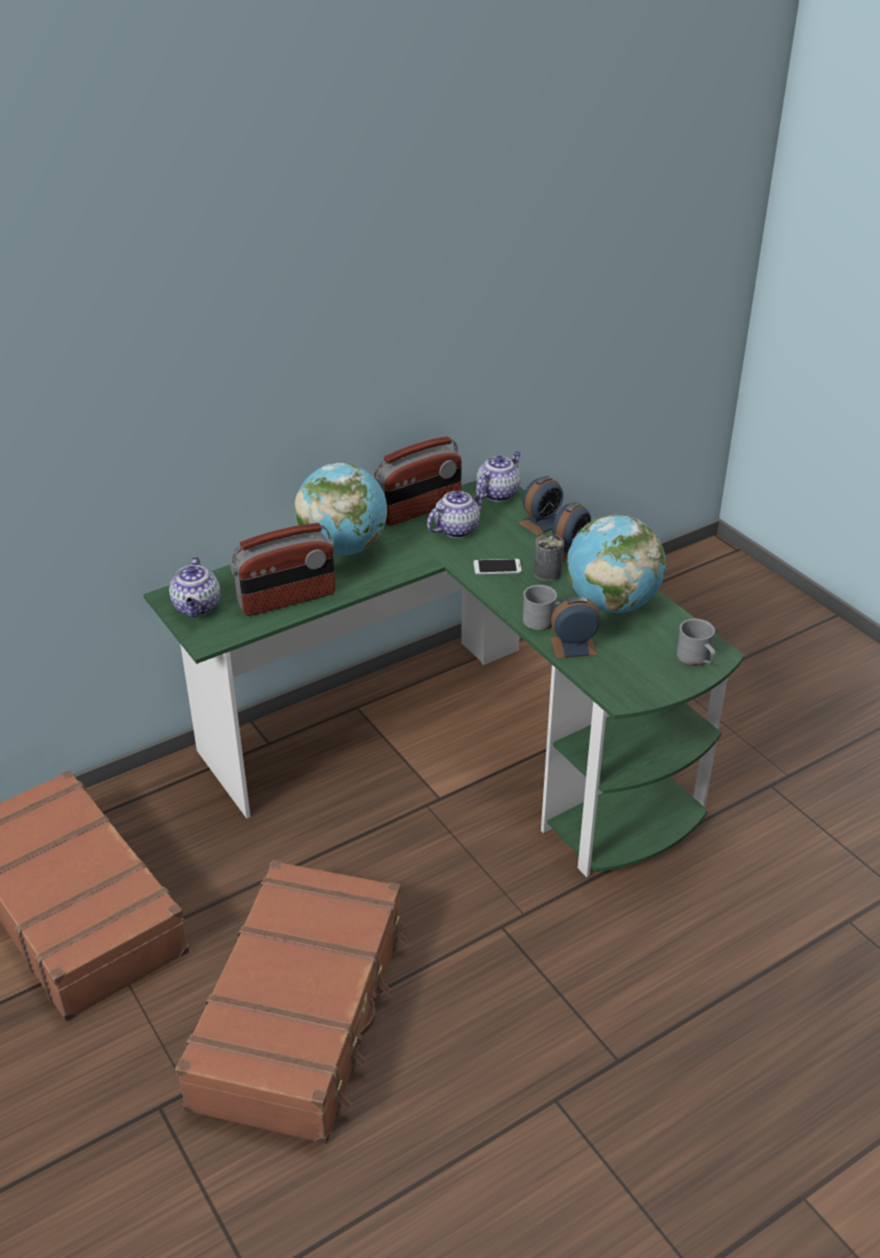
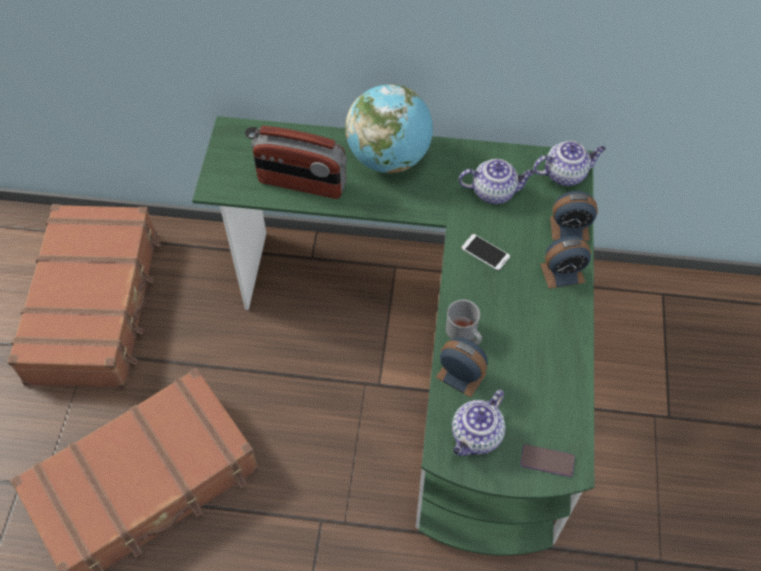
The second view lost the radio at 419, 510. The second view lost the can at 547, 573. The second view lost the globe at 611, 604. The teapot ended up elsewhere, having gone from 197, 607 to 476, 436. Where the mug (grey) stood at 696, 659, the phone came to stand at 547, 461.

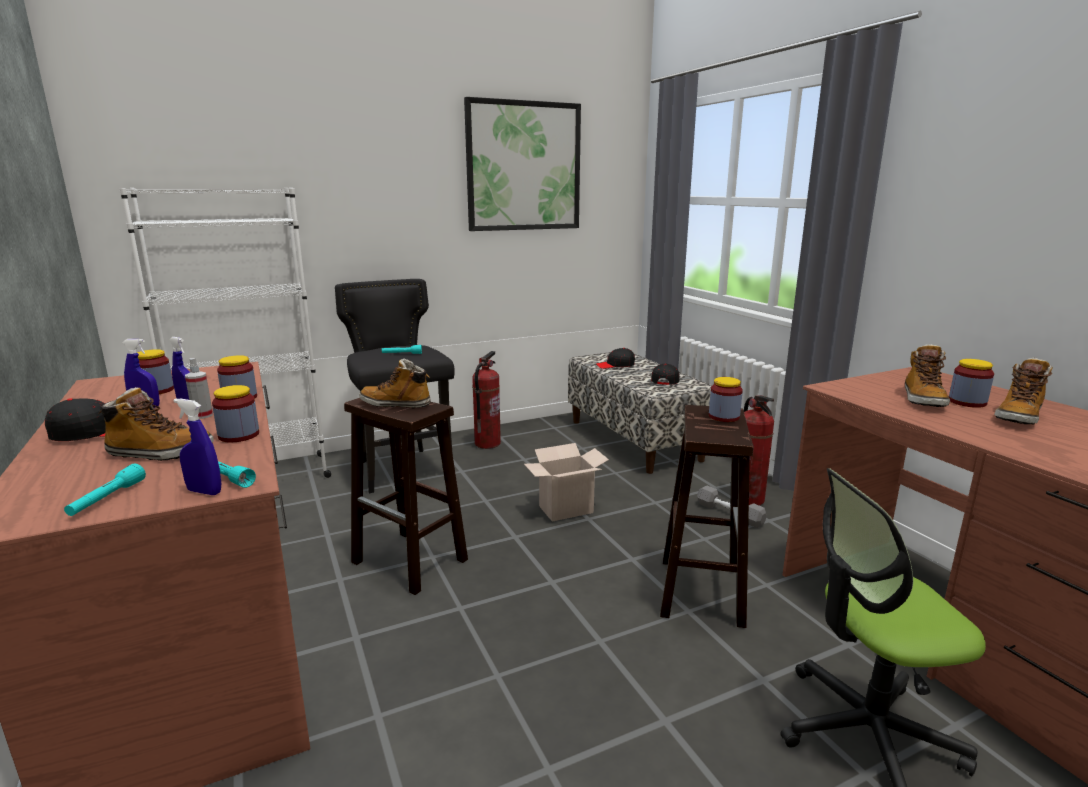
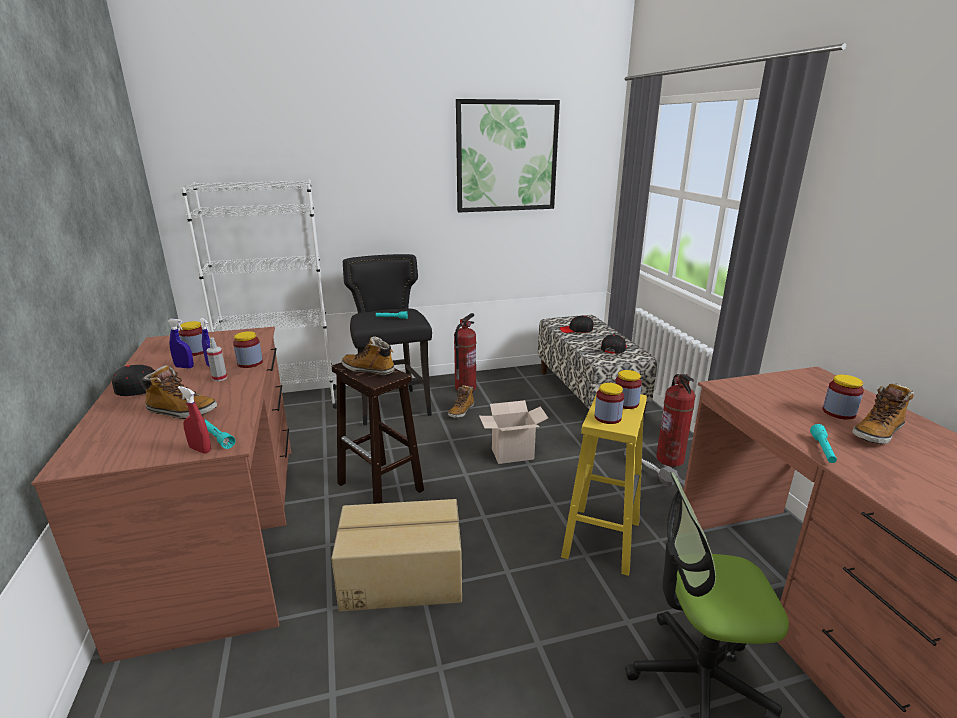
The second view gained the cardboard box at 401, 576. The flashlight (turquoise) ended up elsewhere, having gone from 107, 499 to 822, 450. The jar ended up elsewhere, having gone from 239, 435 to 607, 417. The boot ended up elsewhere, having gone from 923, 399 to 461, 411. What was the spray bottle (blue) at 204, 492 turned into the spray bottle (red) at 200, 449. What was the stool (brown) at 700, 590 turned into the stool (yellow) at 601, 538.

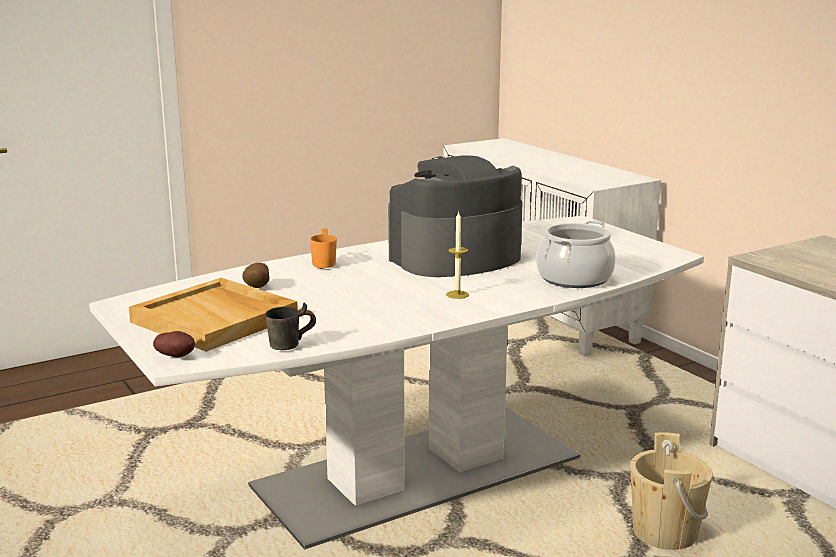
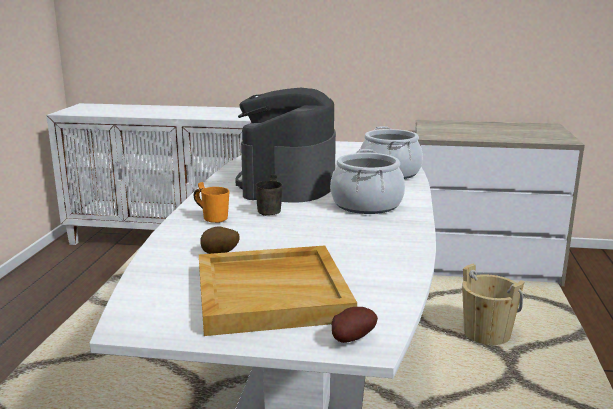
The mug (grey) ended up elsewhere, having gone from 292, 347 to 273, 211. Where the candle stood at 457, 294, the cooking pot came to stand at 367, 204.

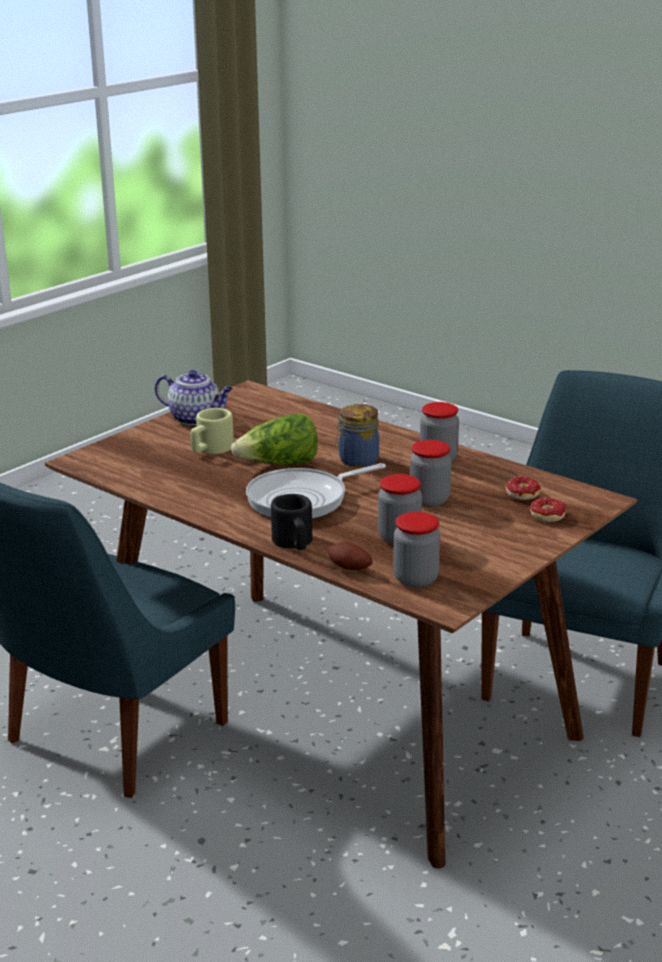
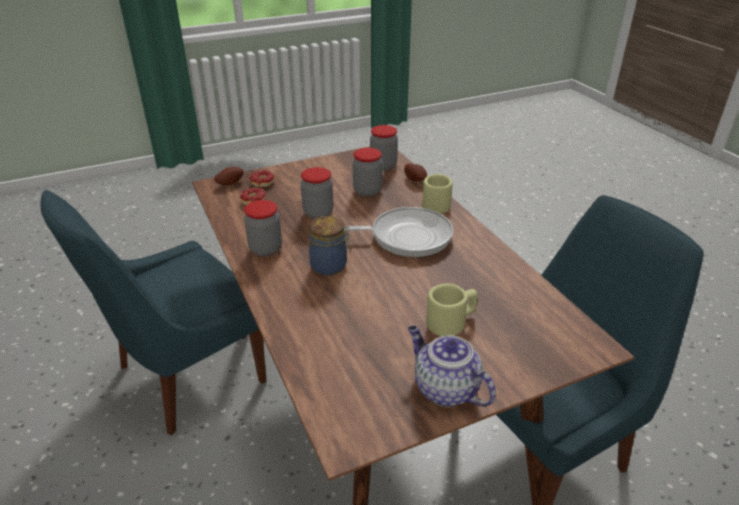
The second view lost the lettuce at 279, 464. The second view gained the potato at 229, 183. What was the mug (black) at 294, 543 turned into the mug (beige) at 436, 203.

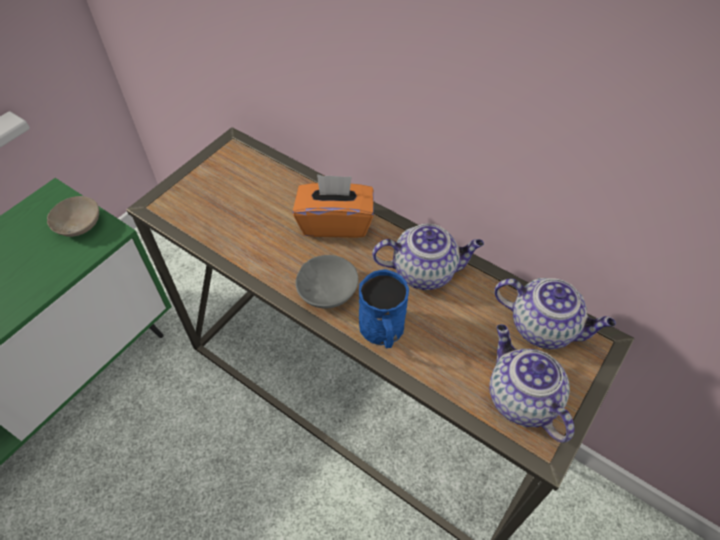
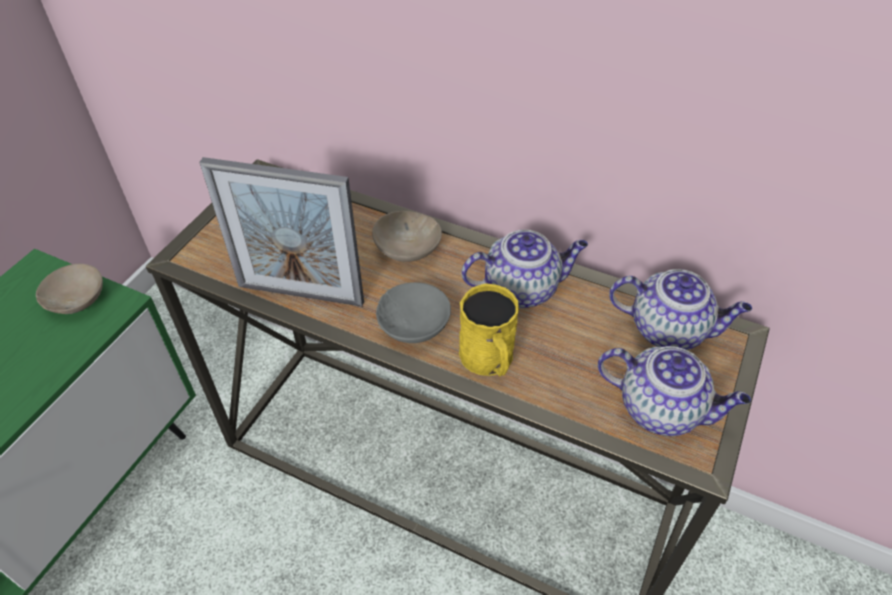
The second view gained the picture frame at 300, 294. Where the tissue box (orange) stood at 335, 223, the bowl (beige) came to stand at 405, 249. What was the mug (blue) at 383, 331 turned into the mug (yellow) at 489, 360. The teapot at 520, 398 ended up facing another way, 150 degrees clockwise from before.

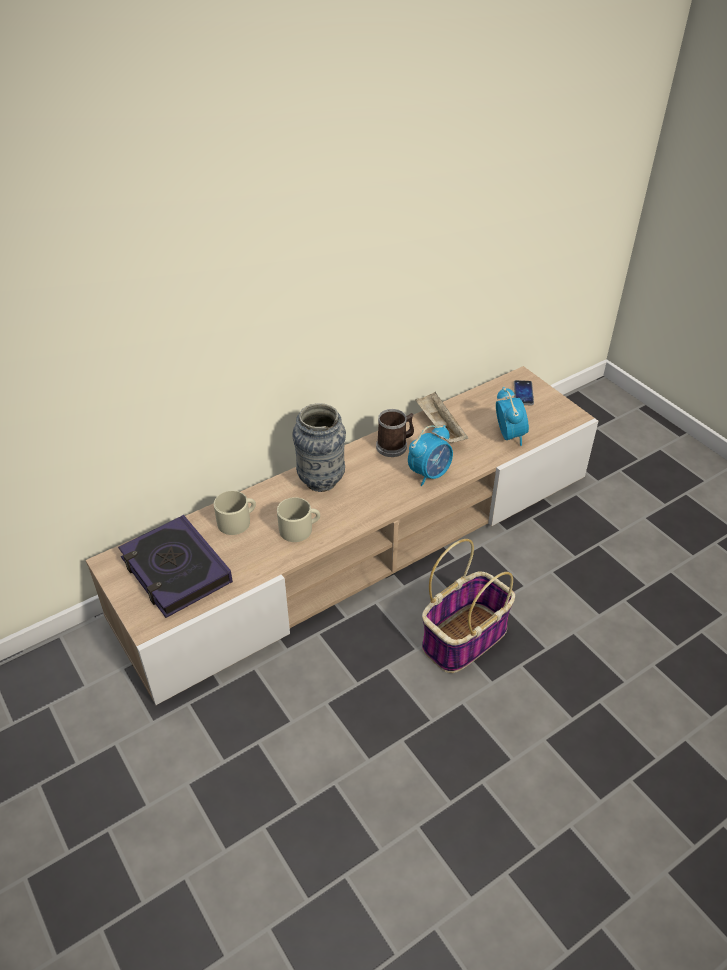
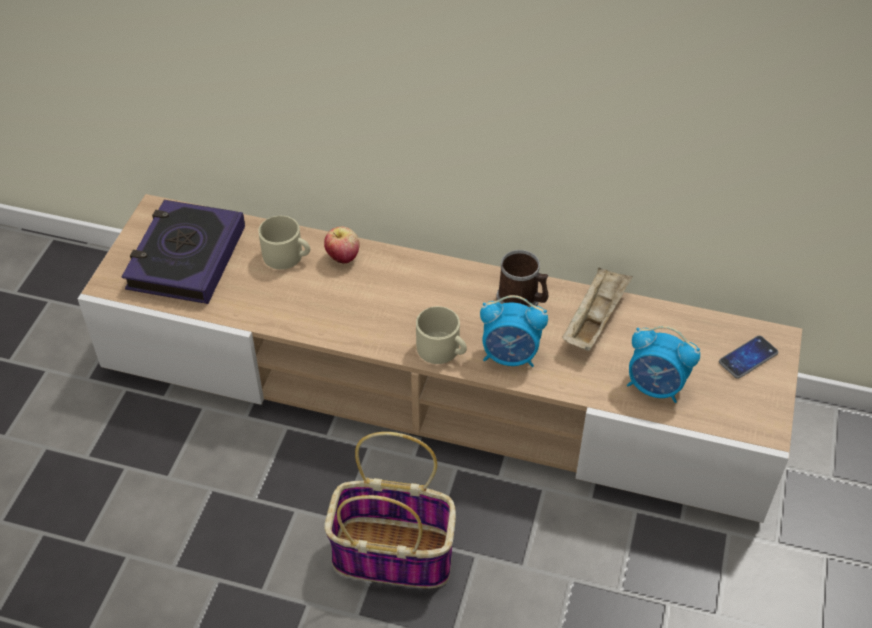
The second view lost the vase at 321, 481. The second view gained the apple at 343, 257. The mug (beige) ended up elsewhere, having gone from 300, 529 to 442, 350. The alarm clock at 509, 435 ended up facing another way, 75 degrees clockwise from before.

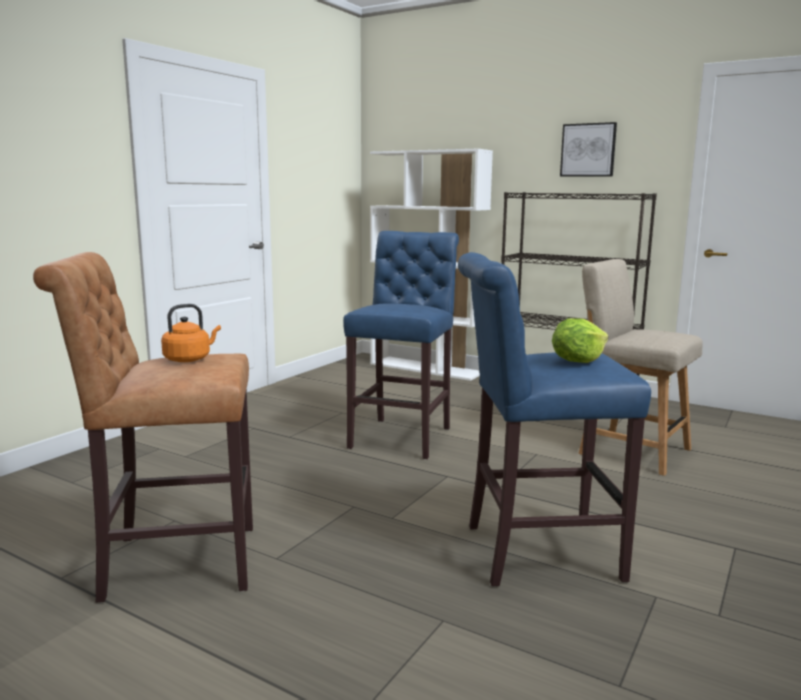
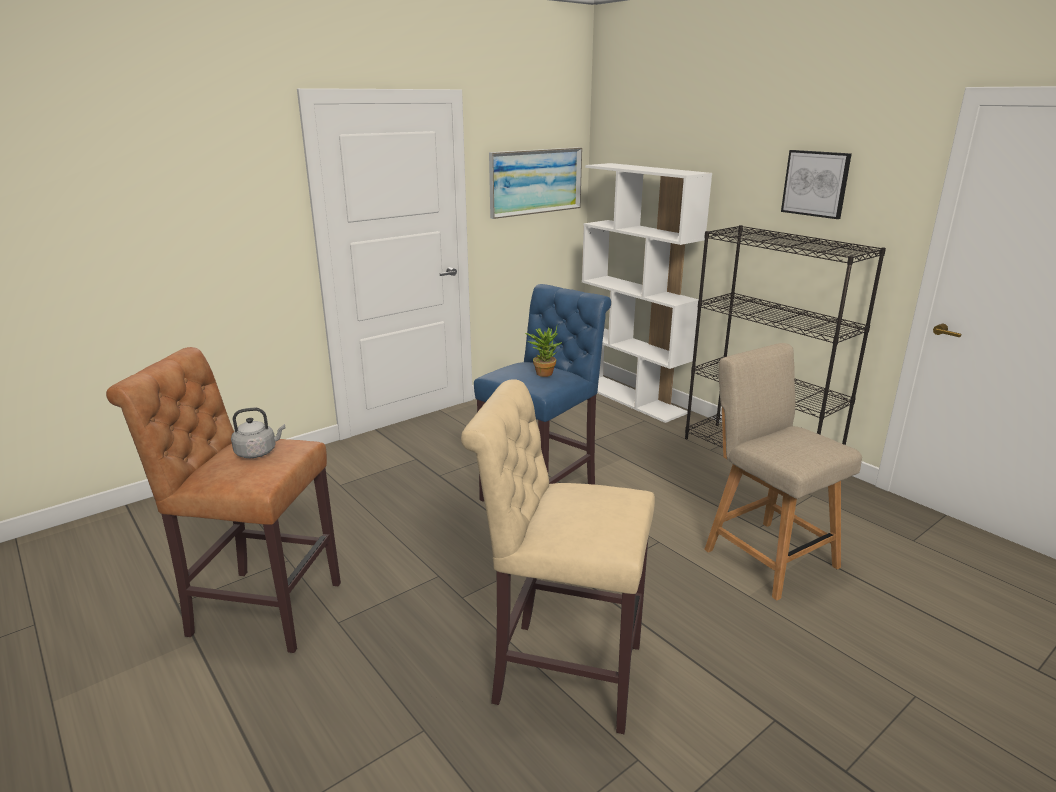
The second view lost the lettuce at 577, 361. The second view gained the picture at 535, 181. The second view gained the potted plant at 543, 372. What was the kettle (orange) at 189, 359 turned into the kettle (grey) at 258, 452. What was the stool (blue) at 533, 552 turned into the stool (beige) at 559, 672.

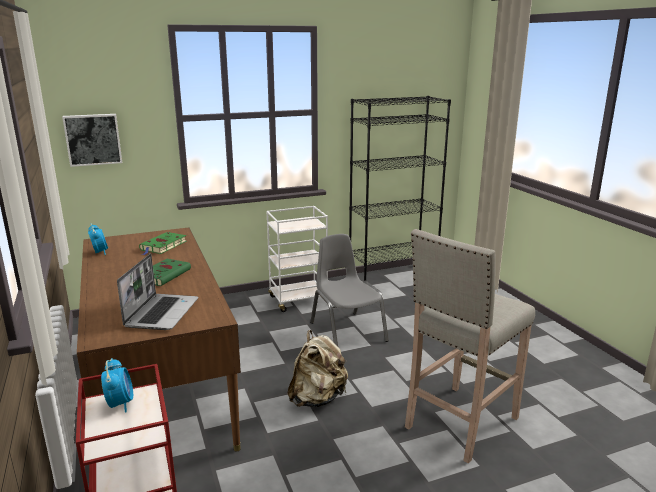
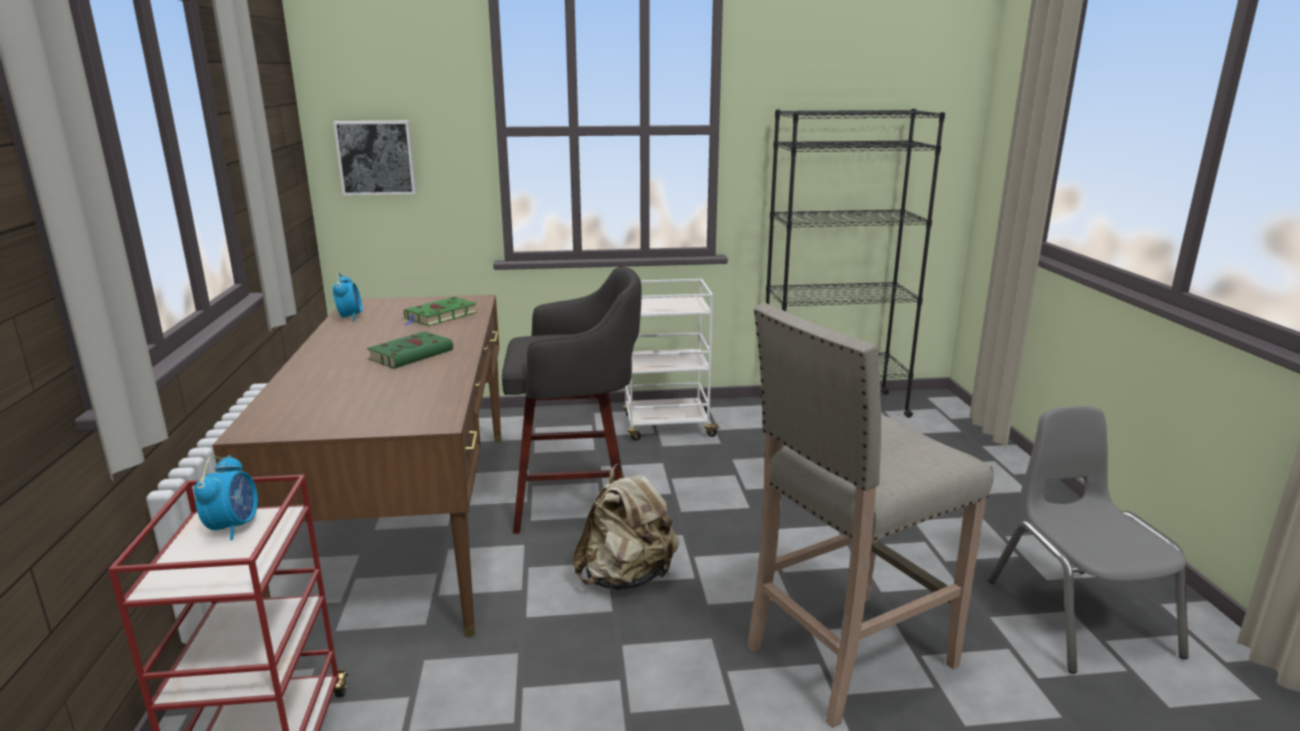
The second view lost the laptop at 162, 312. The second view gained the stool (grey) at 577, 502. The chair (grey) ended up elsewhere, having gone from 347, 332 to 1078, 617.

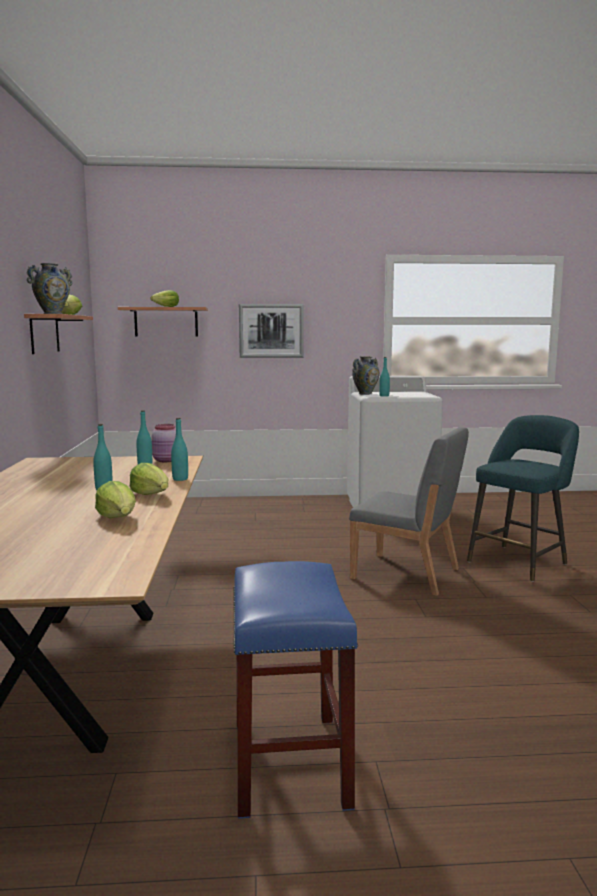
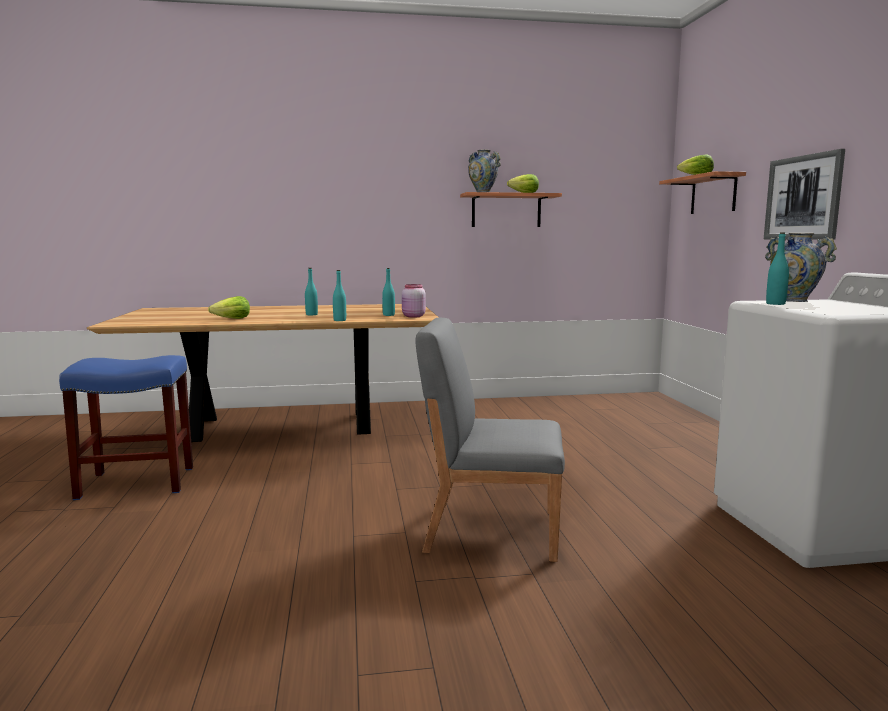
The second view lost the lettuce at 151, 494. The second view lost the stool (turquoise) at 520, 562. The chair (grey) at 406, 574 ended up facing another way, 75 degrees clockwise from before.

